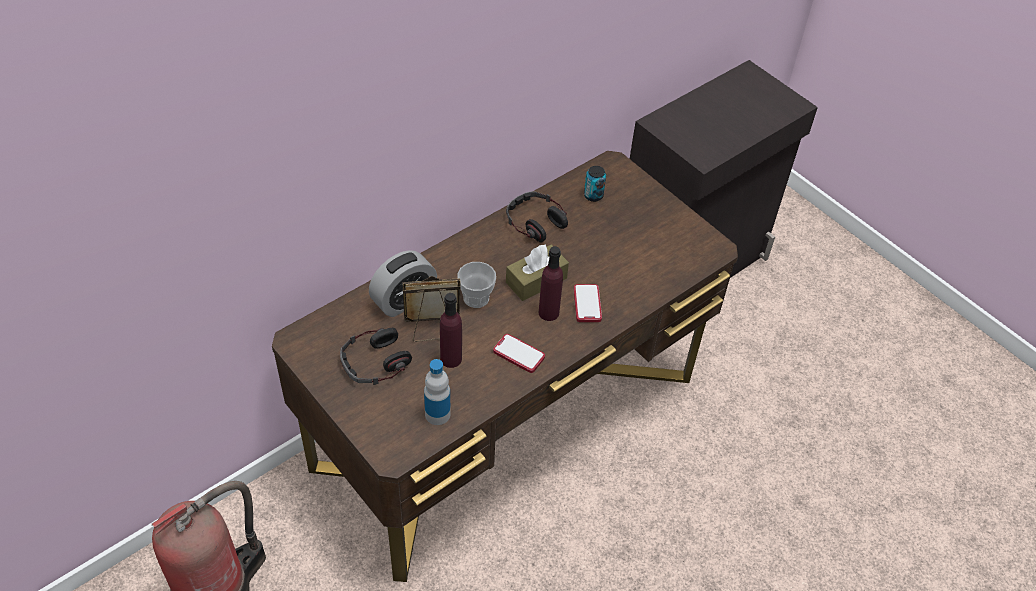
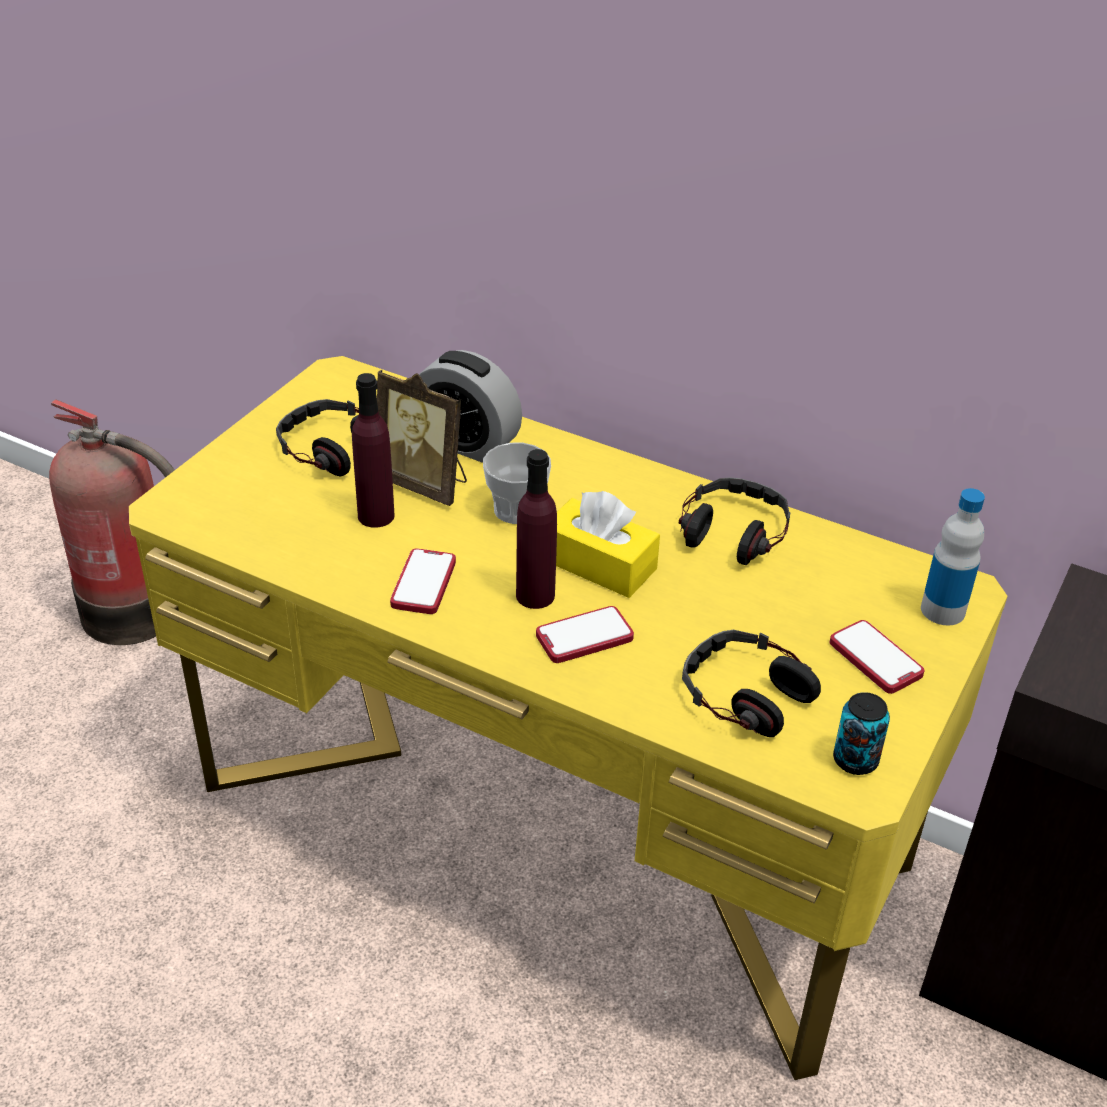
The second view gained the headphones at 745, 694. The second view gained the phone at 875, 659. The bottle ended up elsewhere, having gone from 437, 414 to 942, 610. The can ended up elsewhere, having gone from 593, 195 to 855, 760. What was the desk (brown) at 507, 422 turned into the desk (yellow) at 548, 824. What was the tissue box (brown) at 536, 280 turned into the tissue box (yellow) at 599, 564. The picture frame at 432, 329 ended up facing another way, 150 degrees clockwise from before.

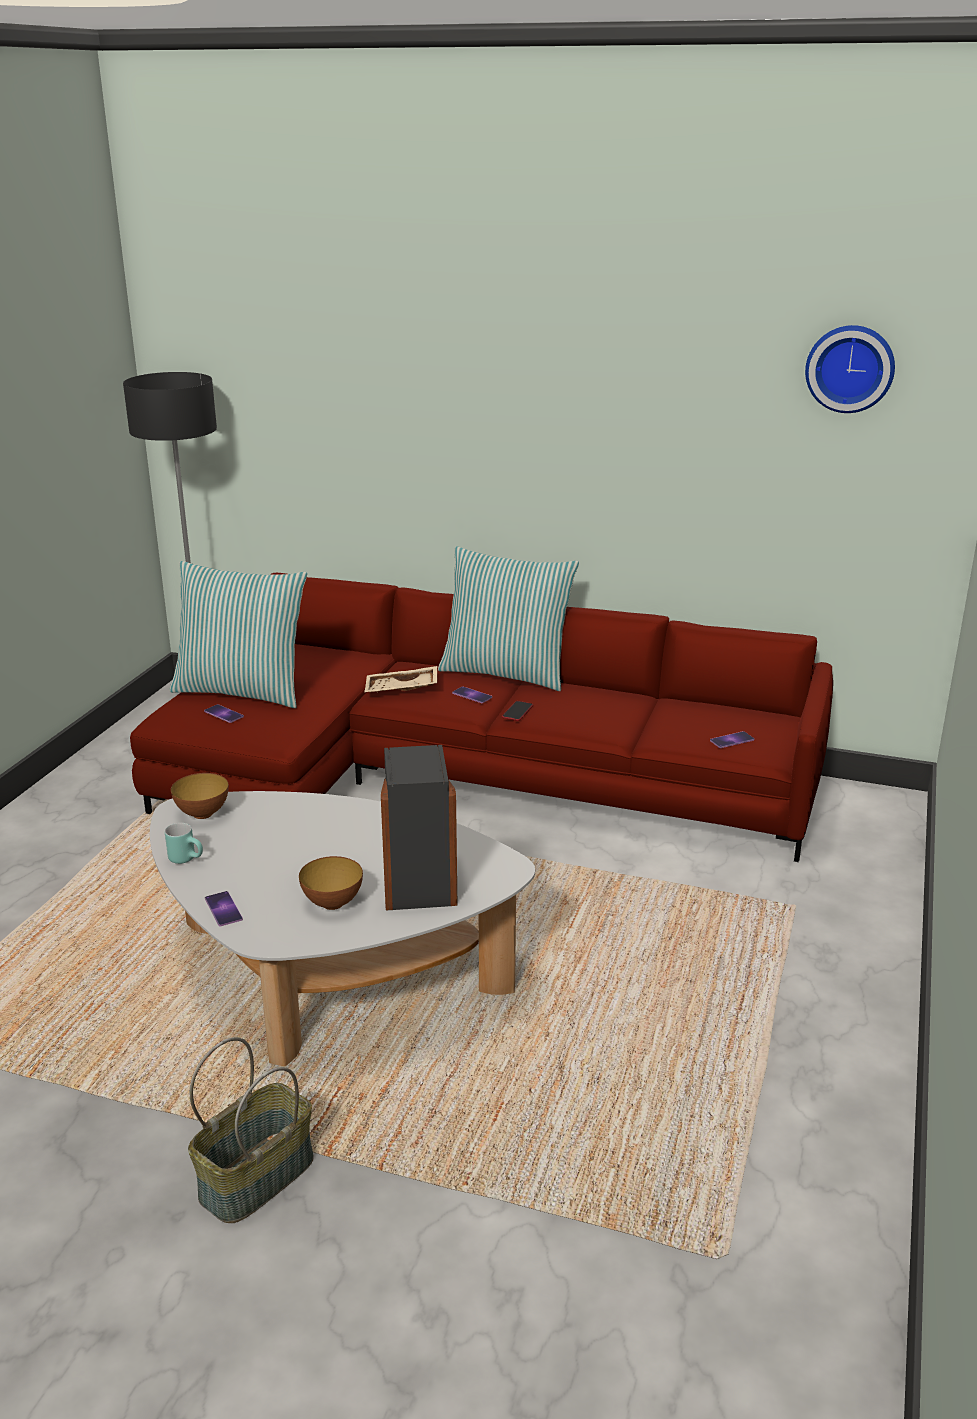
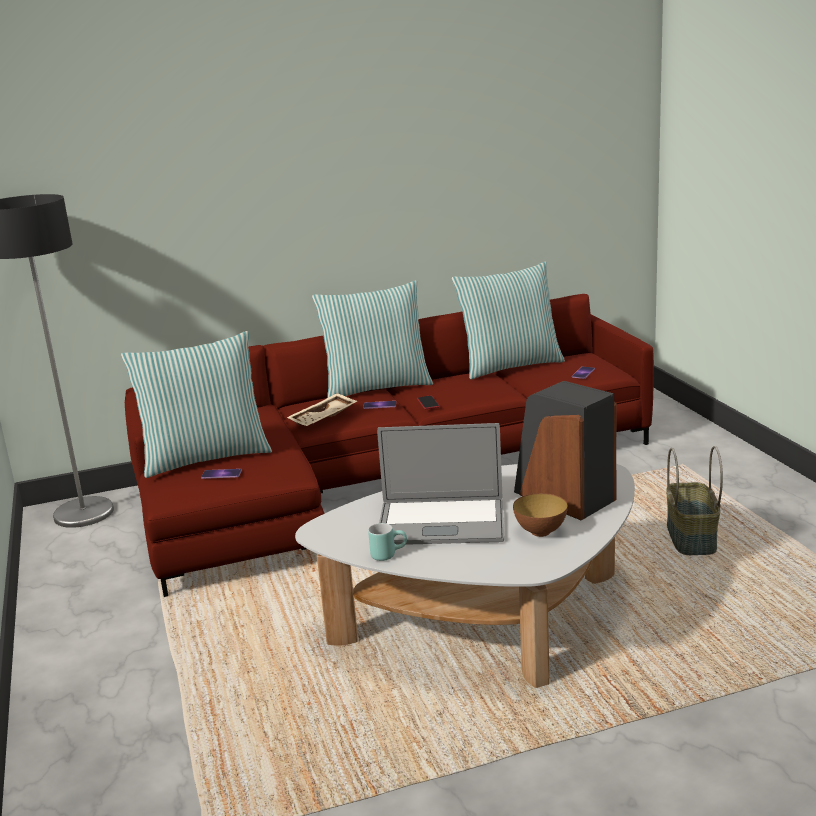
The second view lost the bowl at 202, 814. The second view lost the phone at 223, 909. The second view lost the wall clock at 850, 368. The second view gained the laptop at 441, 522. The second view gained the pillow at 510, 366. The basket ended up elsewhere, having gone from 256, 1176 to 689, 538.

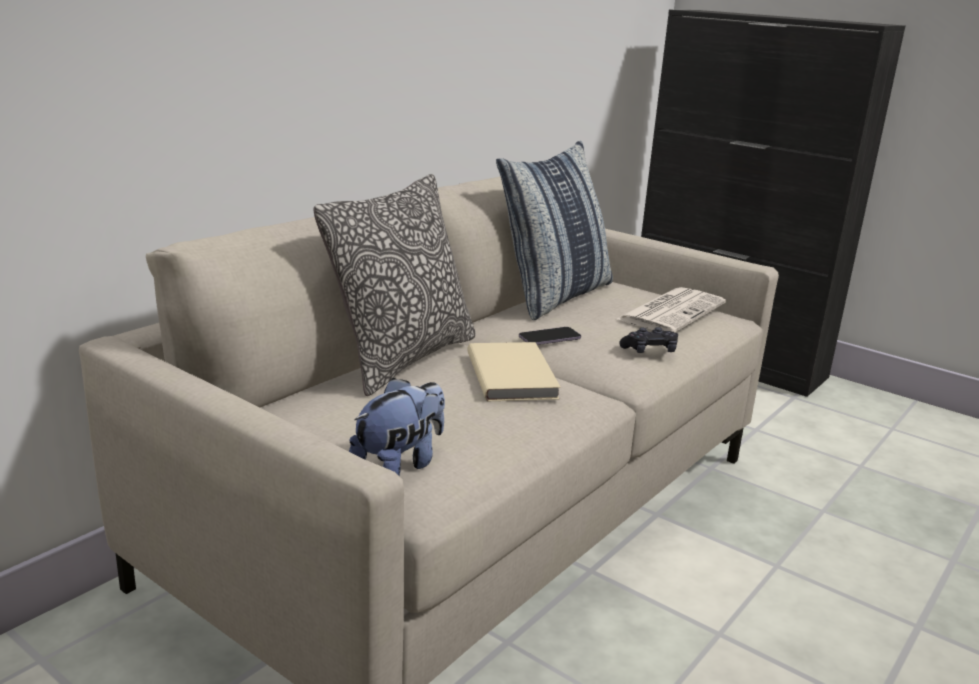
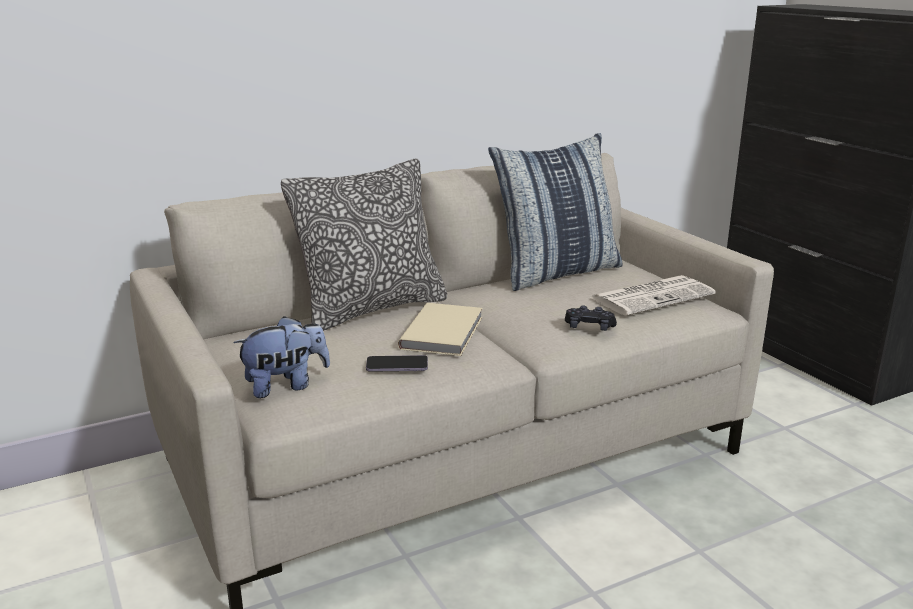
The phone ended up elsewhere, having gone from 549, 338 to 397, 366.

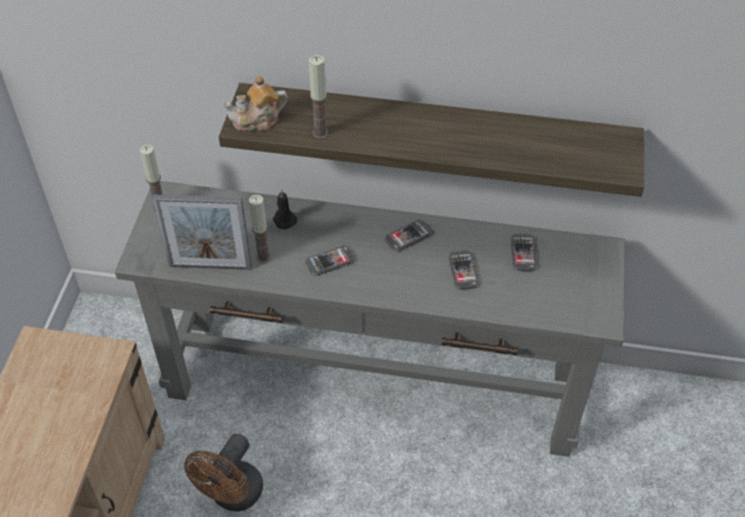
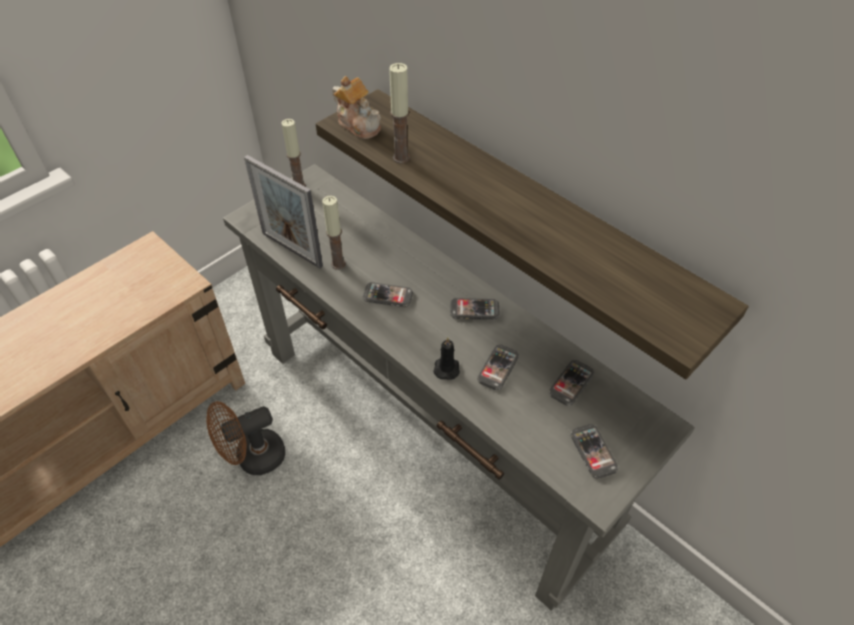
The second view gained the phone at 593, 452. The candle (black) ended up elsewhere, having gone from 284, 219 to 446, 367. The teapot at 257, 121 ended up facing another way, 150 degrees counterclockwise from before.

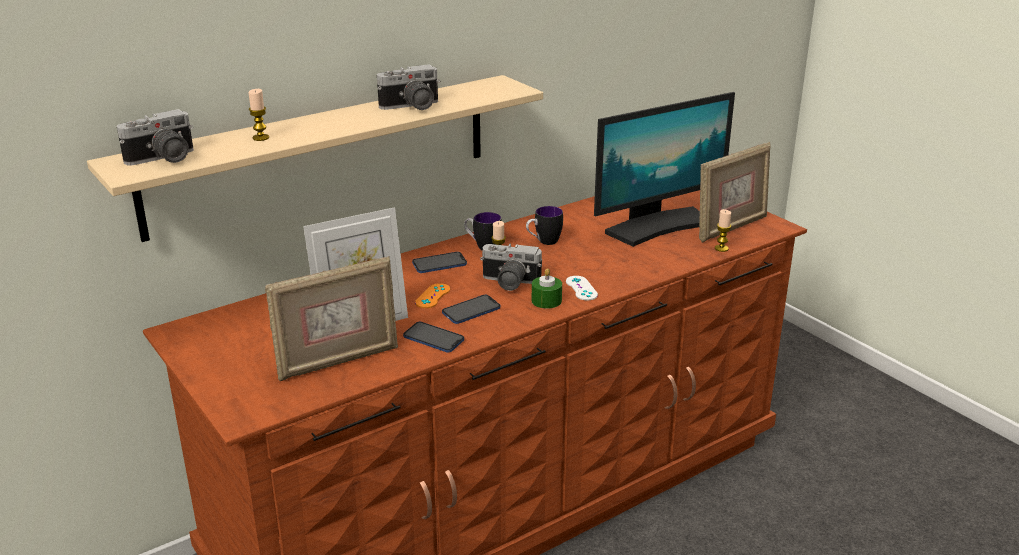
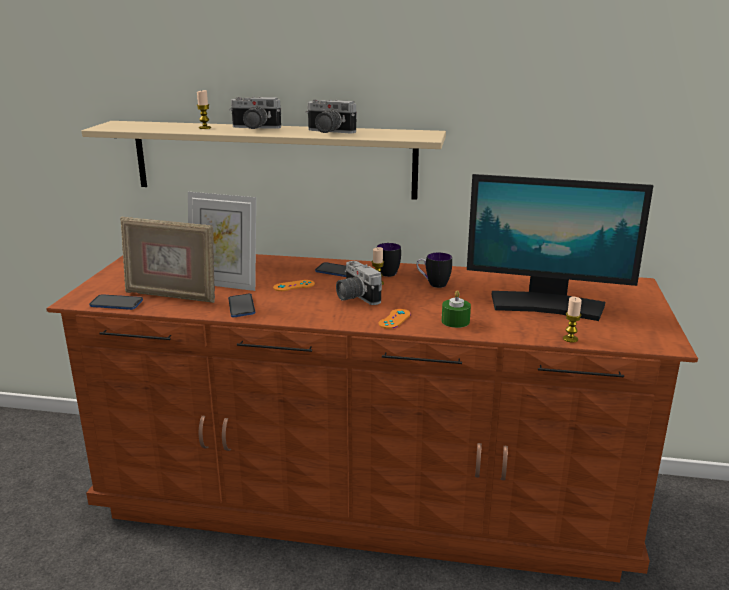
The second view lost the picture frame at 730, 228. The photo camera ended up elsewhere, having gone from 163, 159 to 254, 128. The phone ended up elsewhere, having gone from 471, 311 to 116, 303. The candle (green) ended up elsewhere, having gone from 546, 301 to 455, 321. What was the game controller (white) at 581, 288 turned into the game controller (orange) at 394, 319.

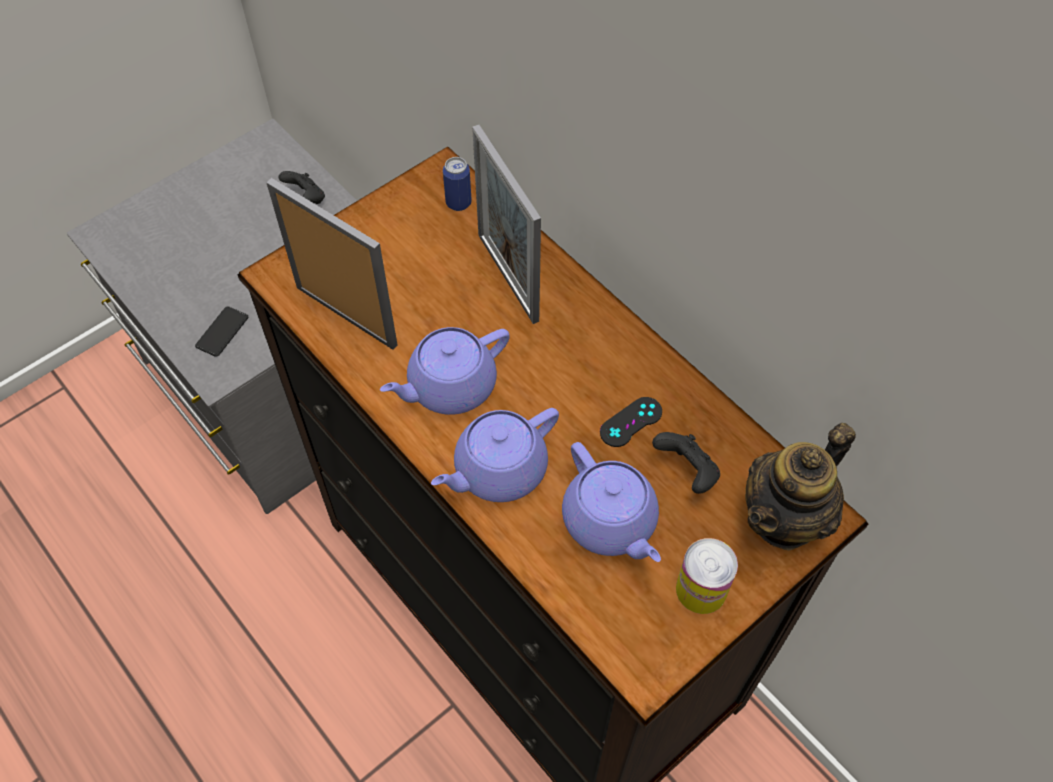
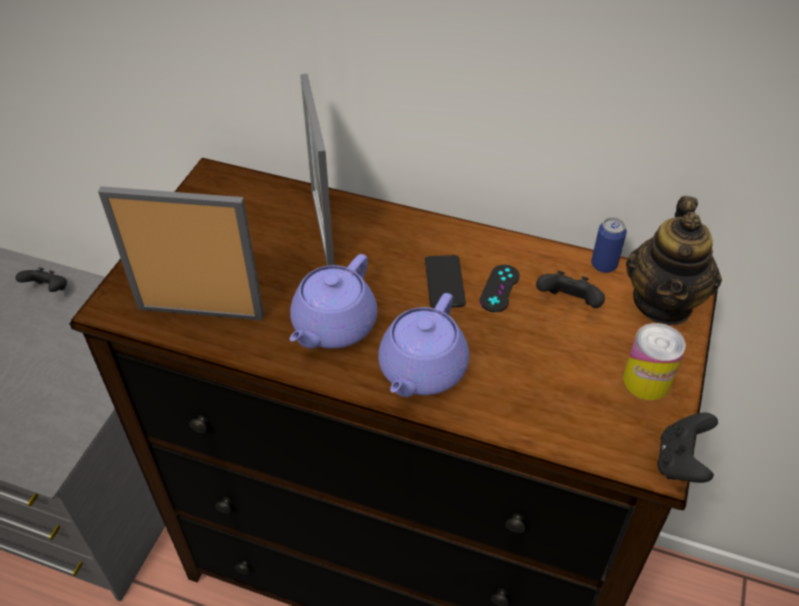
The second view lost the teapot (purple) at 610, 522. The second view gained the game controller (black) at 681, 462. The phone ended up elsewhere, having gone from 222, 332 to 444, 282. The can ended up elsewhere, having gone from 458, 203 to 604, 265. The picture frame at 507, 277 ended up facing another way, 45 degrees clockwise from before.

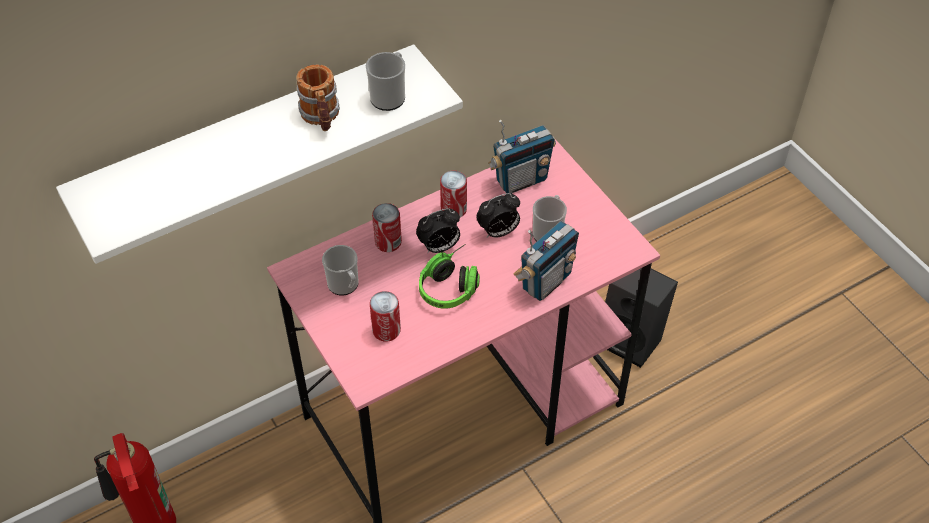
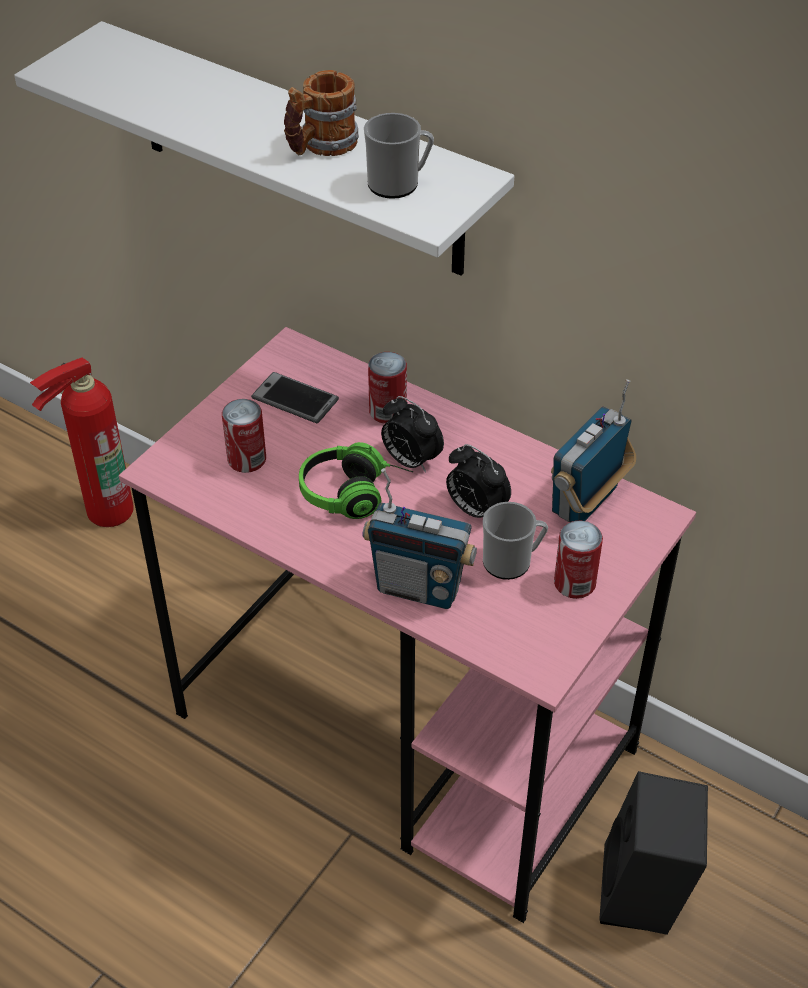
The can ended up elsewhere, having gone from 453, 209 to 574, 583. Where the mug stood at 345, 286, the phone came to stand at 295, 399. The radio at 521, 180 ended up facing another way, 90 degrees clockwise from before.

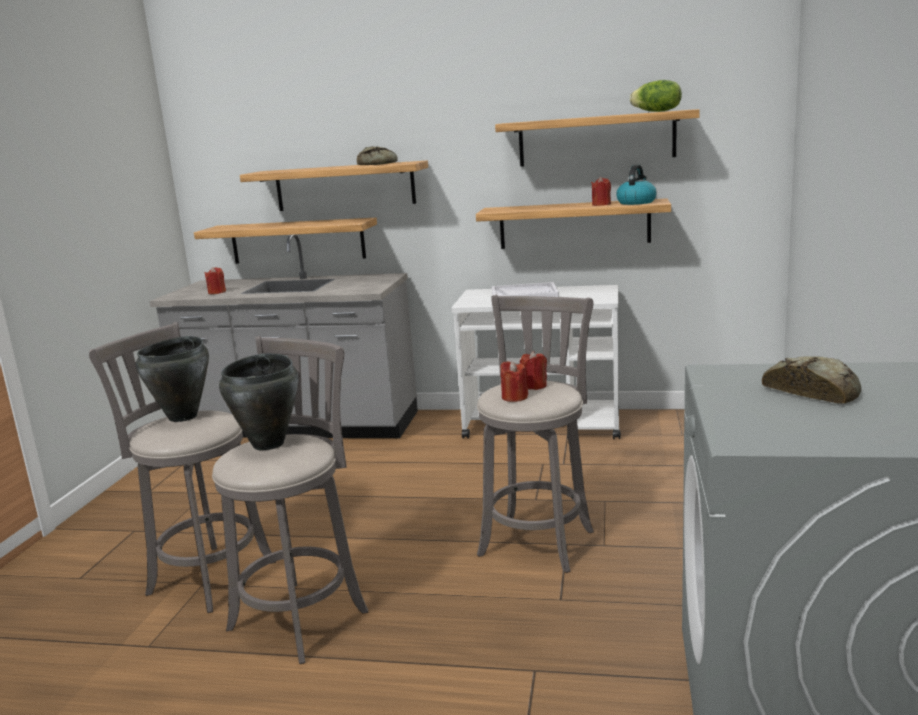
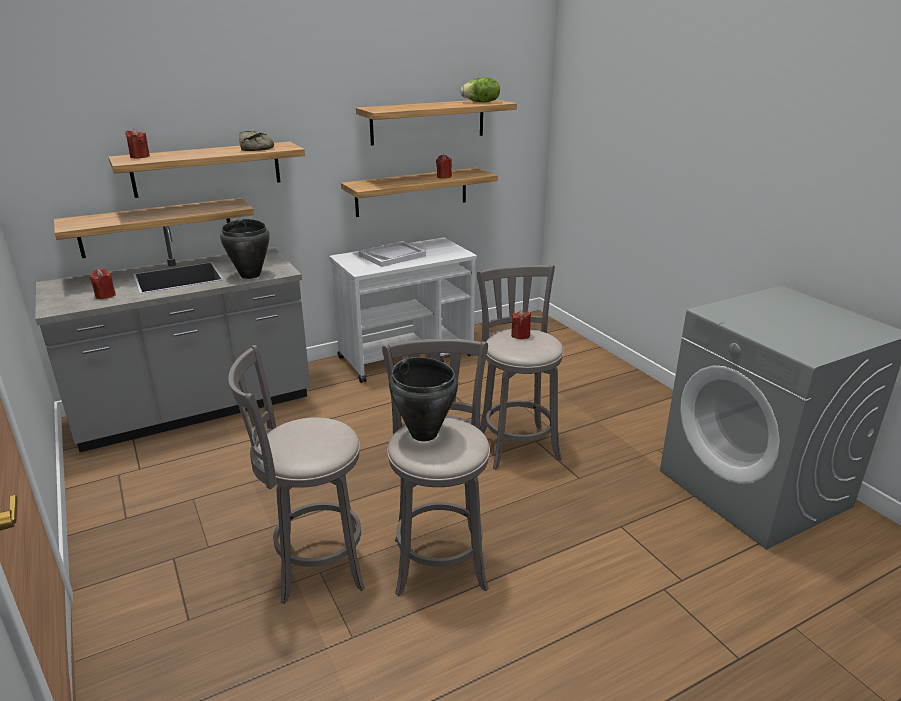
The second view lost the kettle at 636, 202. The second view lost the bread at 813, 391. The cooking pot (black) ended up elsewhere, having gone from 183, 417 to 250, 275. The candle (red) ended up elsewhere, having gone from 514, 397 to 140, 156.

